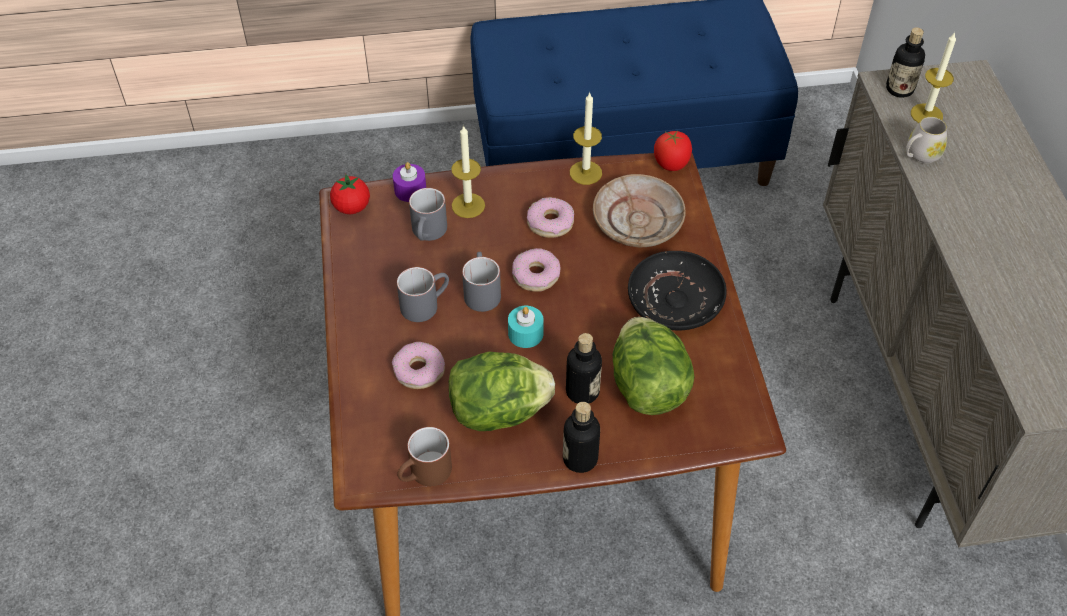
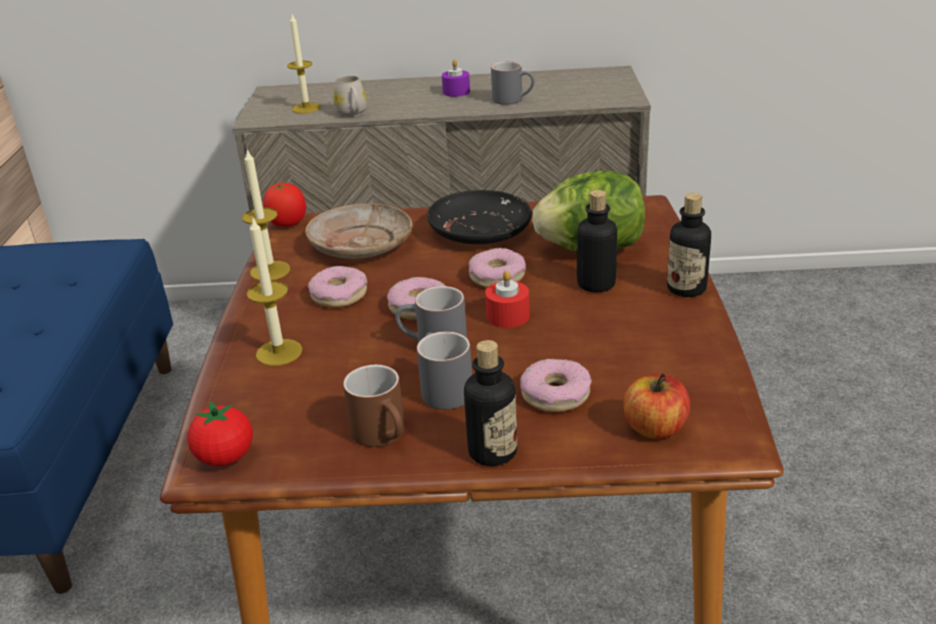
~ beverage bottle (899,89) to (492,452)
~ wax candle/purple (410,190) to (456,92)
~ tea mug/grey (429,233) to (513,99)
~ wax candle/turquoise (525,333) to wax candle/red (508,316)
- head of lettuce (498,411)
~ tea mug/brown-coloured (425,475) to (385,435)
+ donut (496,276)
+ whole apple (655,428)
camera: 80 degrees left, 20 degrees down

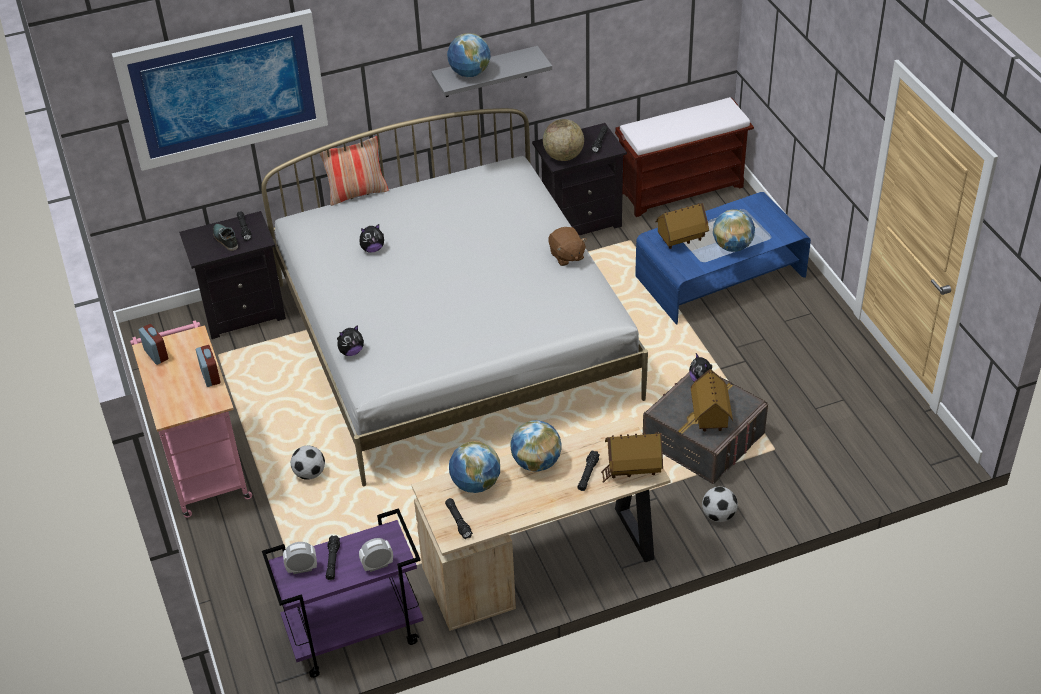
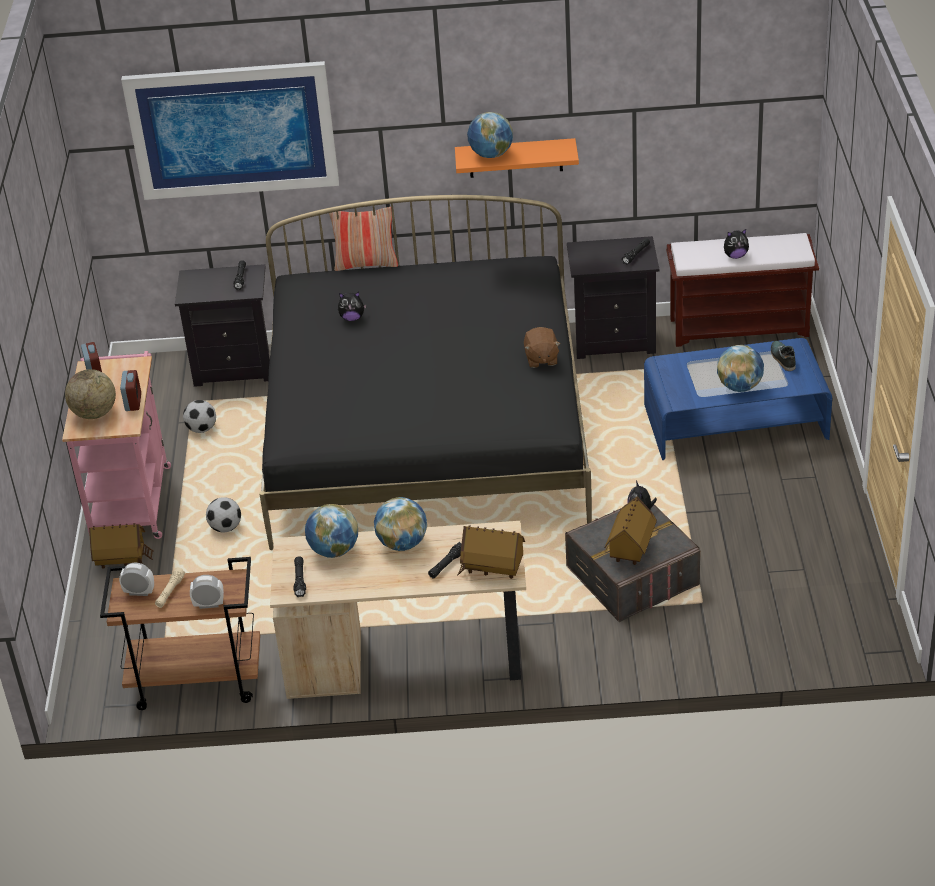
~ shelf/grey (485,72) to shelf/orangey (515,158)
~ bed/white-coloured (454,340) to bed/black (427,432)
~ world globe (563,156) to (94,413)
~ miniature house (681,240) to (123,561)
~ low shoe (225,239) to (782,358)
~ soft toy (351,351) to (735,256)
~ ball for football (718,515) to (201,429)
~ cart/purple (354,636) to cart/brown-coloured (195,682)
~ flashlight/black (332,561) to flashlight/beige-coloured (170,592)
camera: 20 degrees right, 5 degrees down

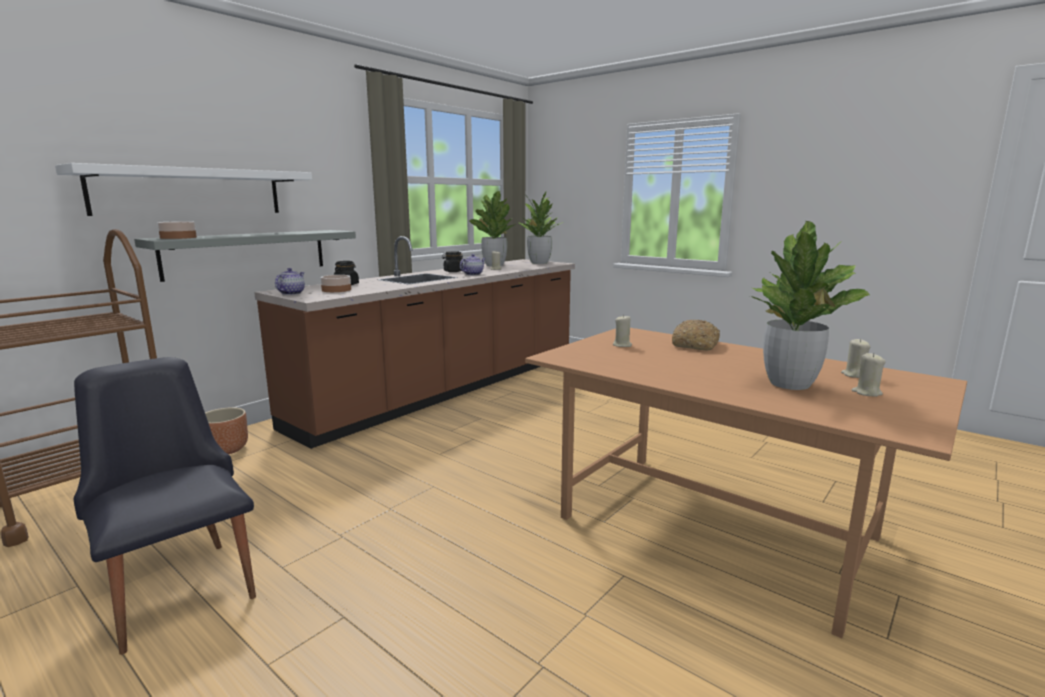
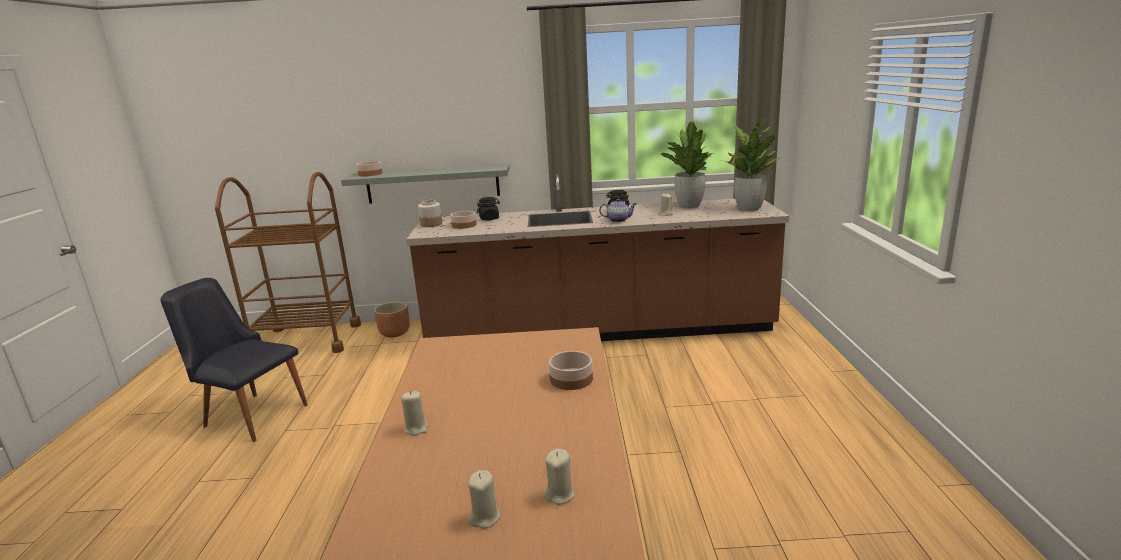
- shelf/white-coloured (190,192)
- houseplant (790,384)
~ tea pot (291,293) to preserve jar (431,224)
~ wax candle/beige-coloured (622,345) to (416,428)
~ baked bread (695,345) to serving bowl (570,379)
~ chair/black (179,583) = (249,414) 75 degrees counterclockwise
camera: 50 degrees right, 5 degrees up

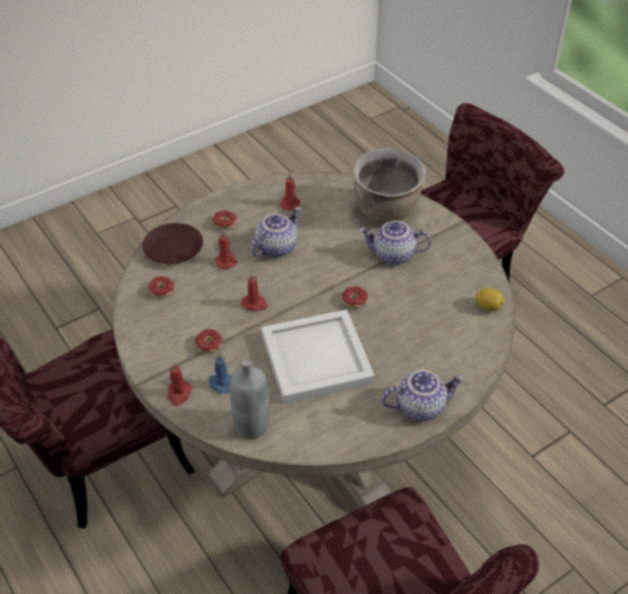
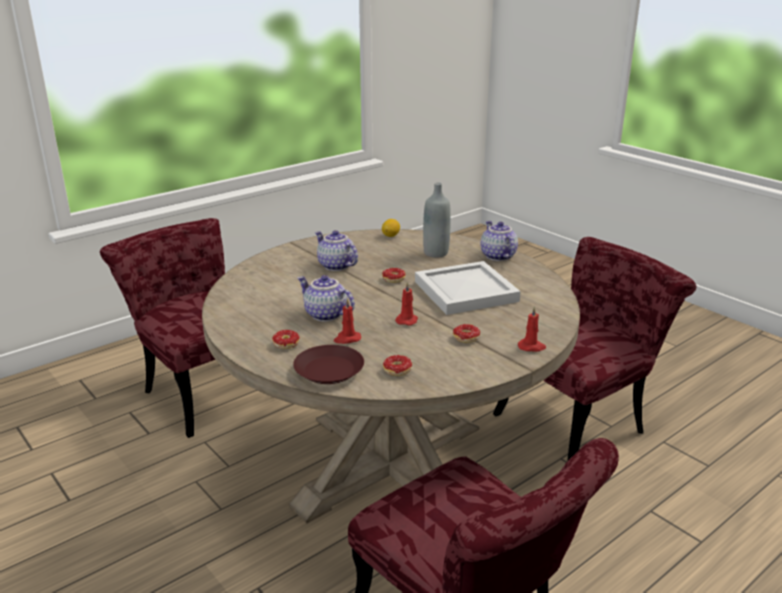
- cooking pot/brown-coloured (386,211)
- wax candle/red (290,203)
~ tea pot (393,256) = (335,266) 135 degrees clockwise
- wax candle/bluish (221,383)
~ beverage bottle/grey (252,426) to (436,253)
camera: 95 degrees left, 20 degrees down

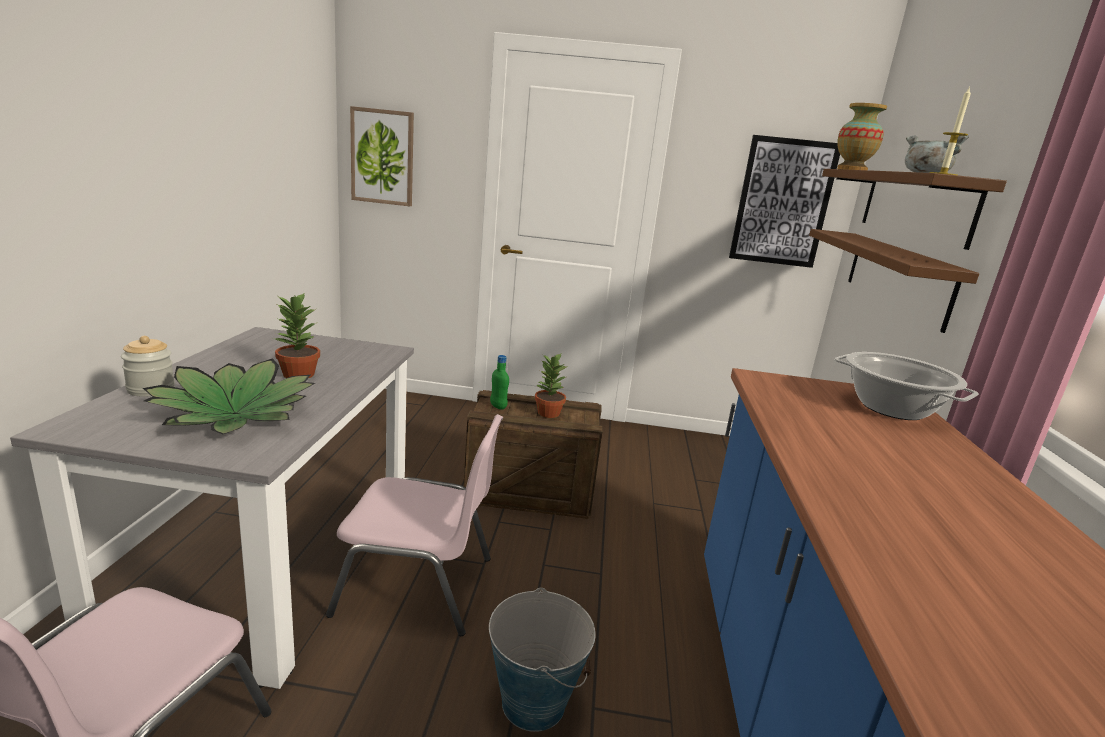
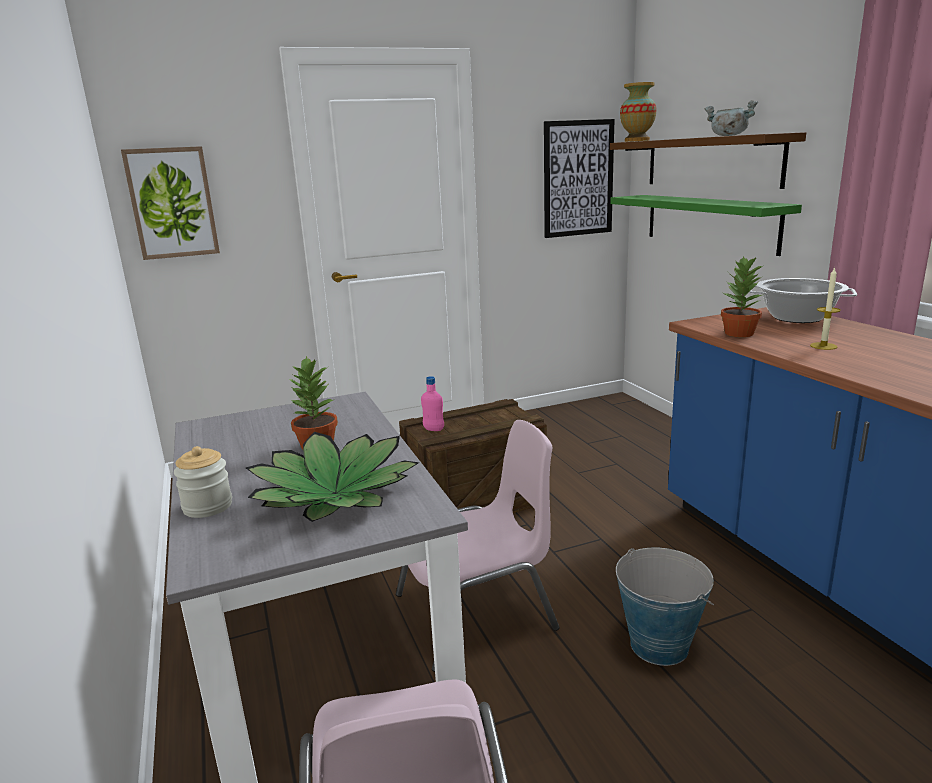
~ wax candle (943,174) to (823,346)
~ shelf/brown-coloured (896,276) to shelf/green-coloured (709,222)
~ houseplant (548,413) to (738,334)
~ beverage bottle/green-coloured (498,406) to beverage bottle/pink-coloured (433,429)
camera: 25 degrees left, 0 degrees up

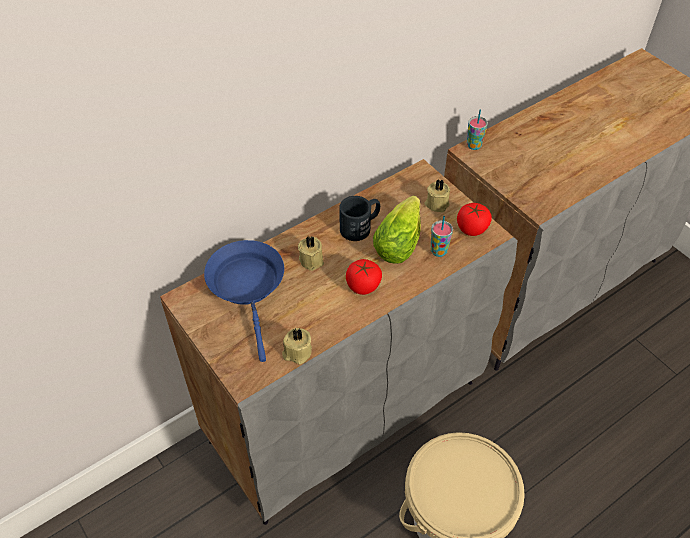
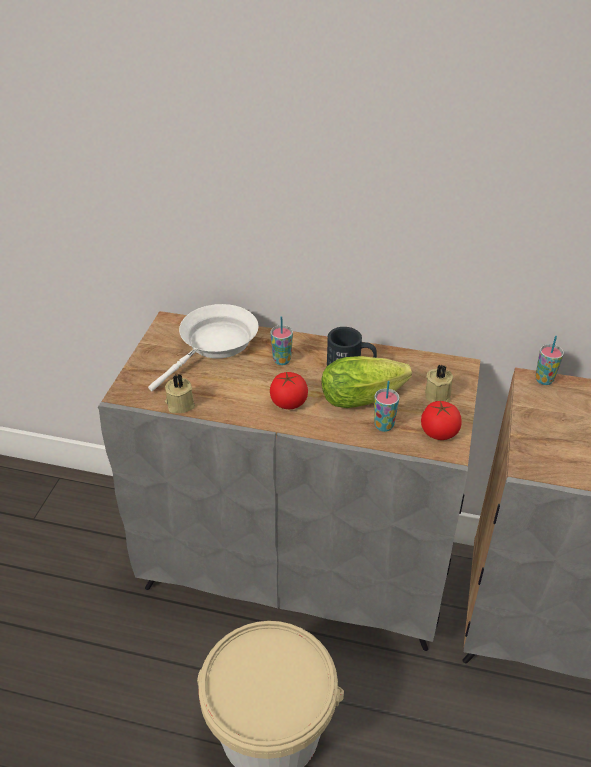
~ wax candle/beige-coloured (312,259) to small cup (282,360)
~ pan/bluish (248,287) to pan/white-coloured (215,345)
camera: 50 degrees right, 10 degrees down

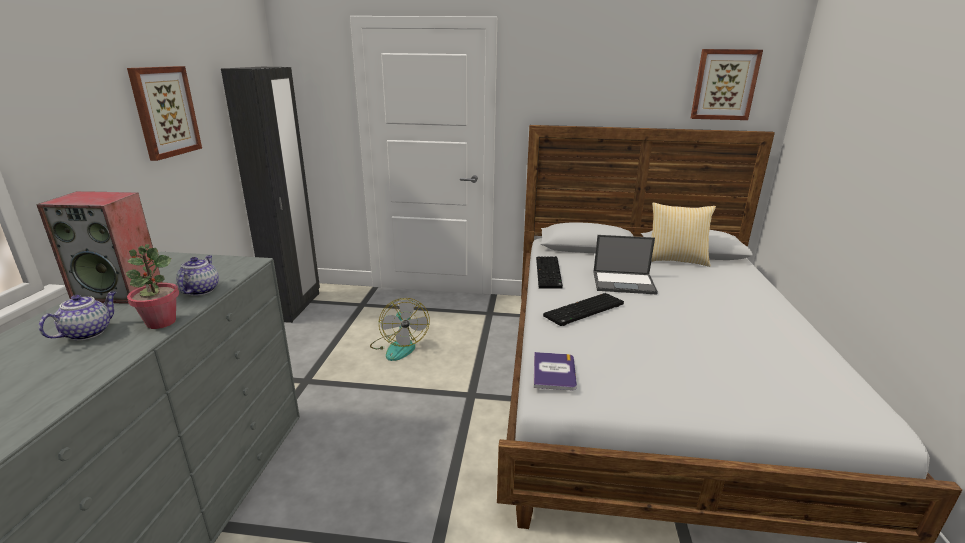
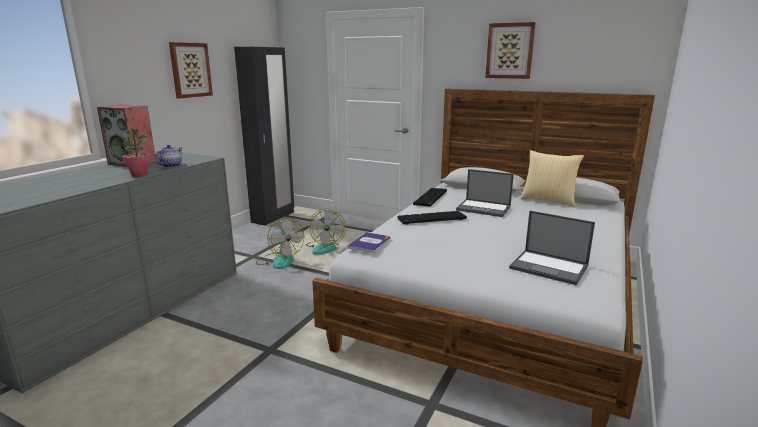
~ wall picture (724,85) to (510,51)
- tea pot (88,332)
+ notebook computer (550,267)
+ fan (280,260)
camera: 20 degrees right, 5 degrees down

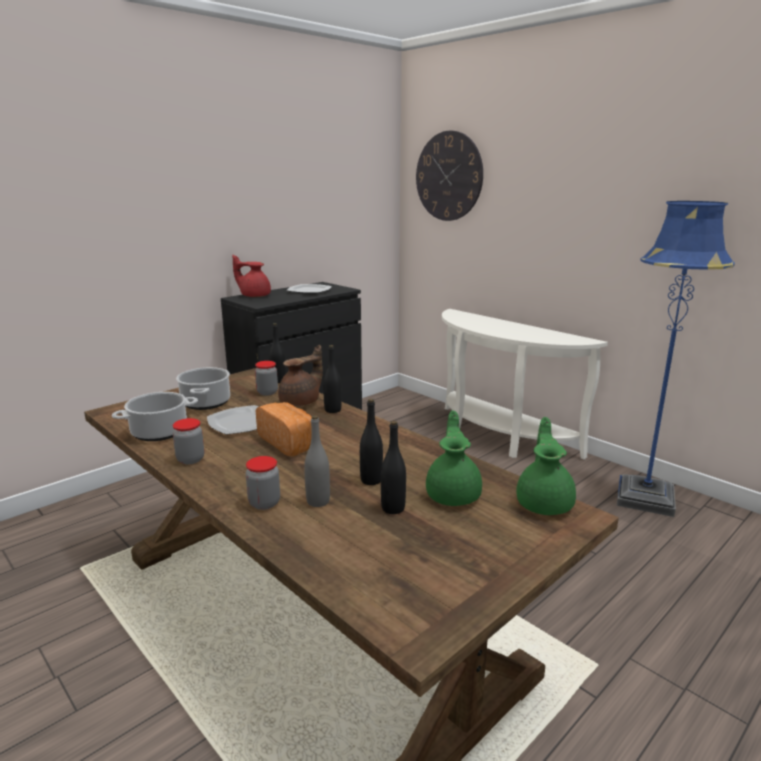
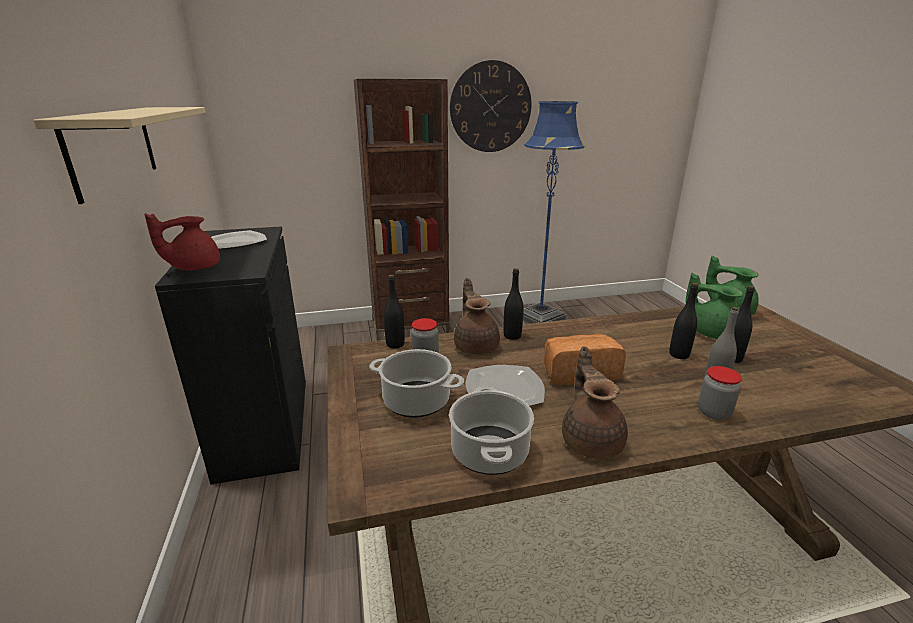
~ hanging clock (448,176) to (490,107)
~ console table/white-coloured (497,437) to bookcase/brown-coloured (410,328)
~ preserve jar (190,459) to tea pot/brown-coloured (591,440)
+ shelf/beige-coloured (113,148)
camera: 60 degrees left, 5 degrees up

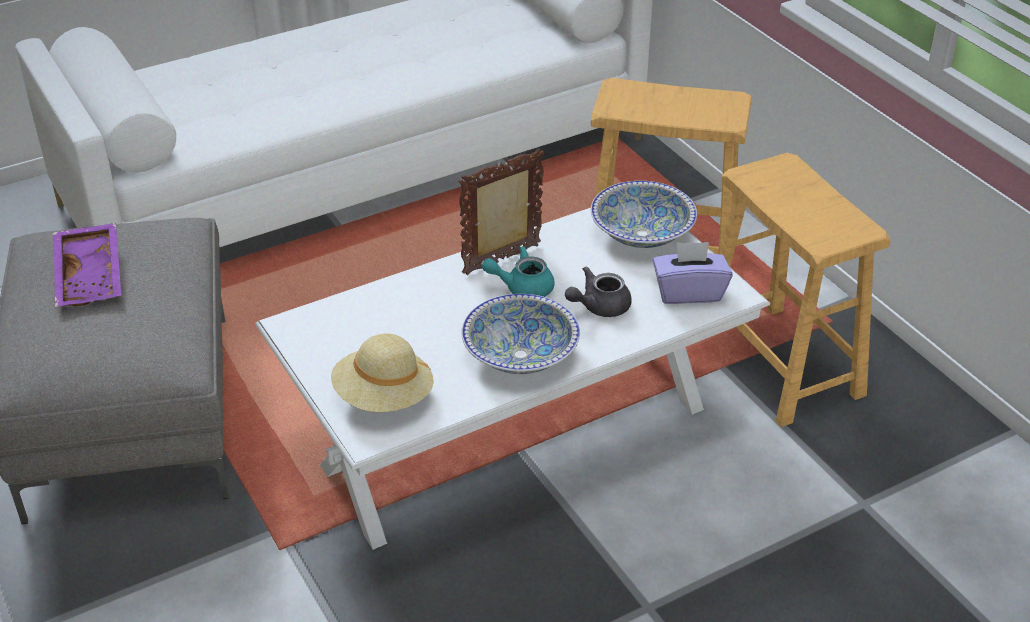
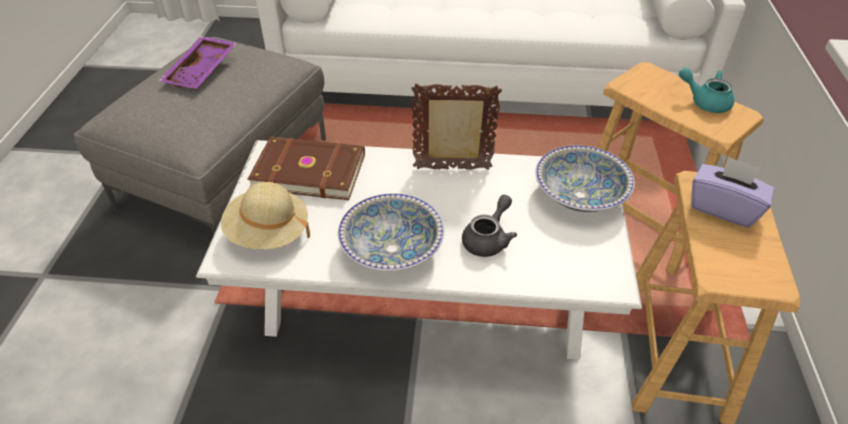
~ box of tissues/purple (689,292) to (723,208)
~ tea pot/turquoise (522,287) to (705,101)
~ tea pot/grey (599,306) = (488,239) 120 degrees clockwise
+ book/brown-coloured (309,170)
camera: 35 degrees right, 5 degrees up

